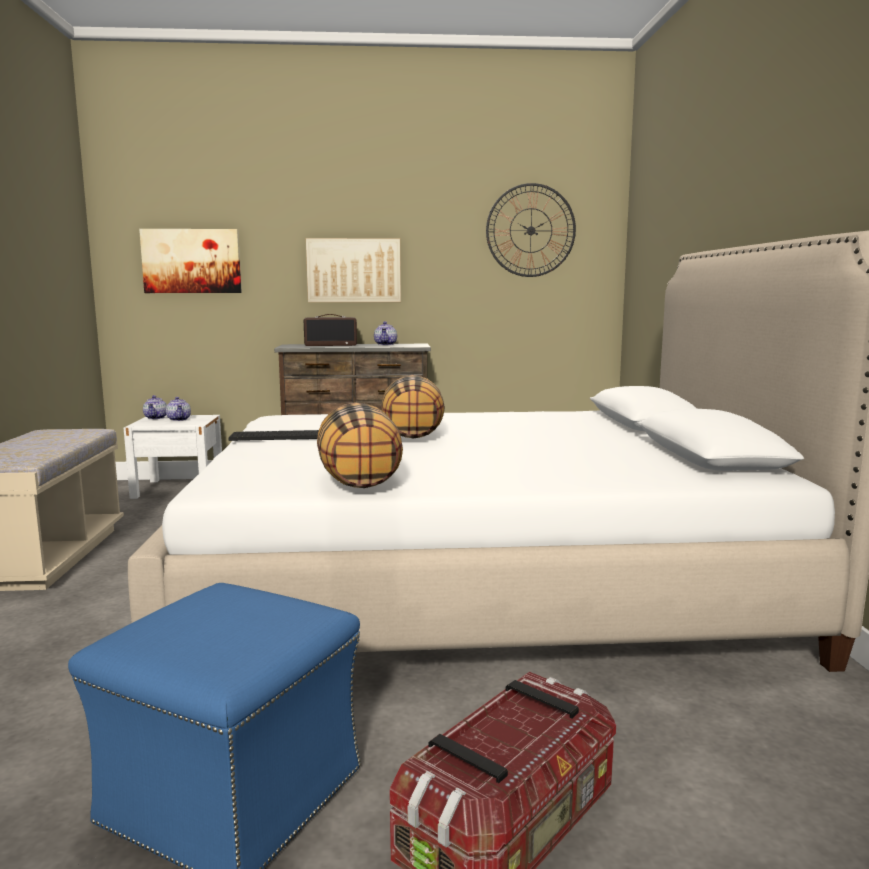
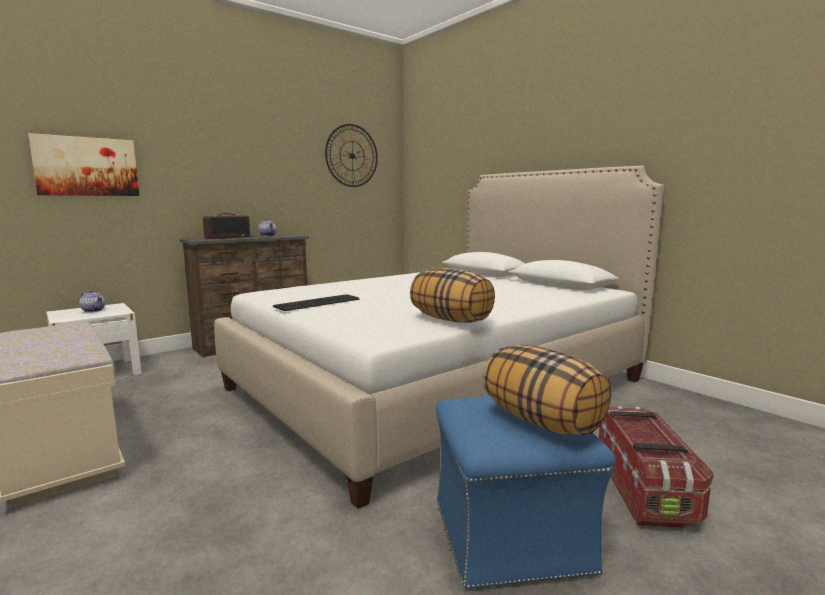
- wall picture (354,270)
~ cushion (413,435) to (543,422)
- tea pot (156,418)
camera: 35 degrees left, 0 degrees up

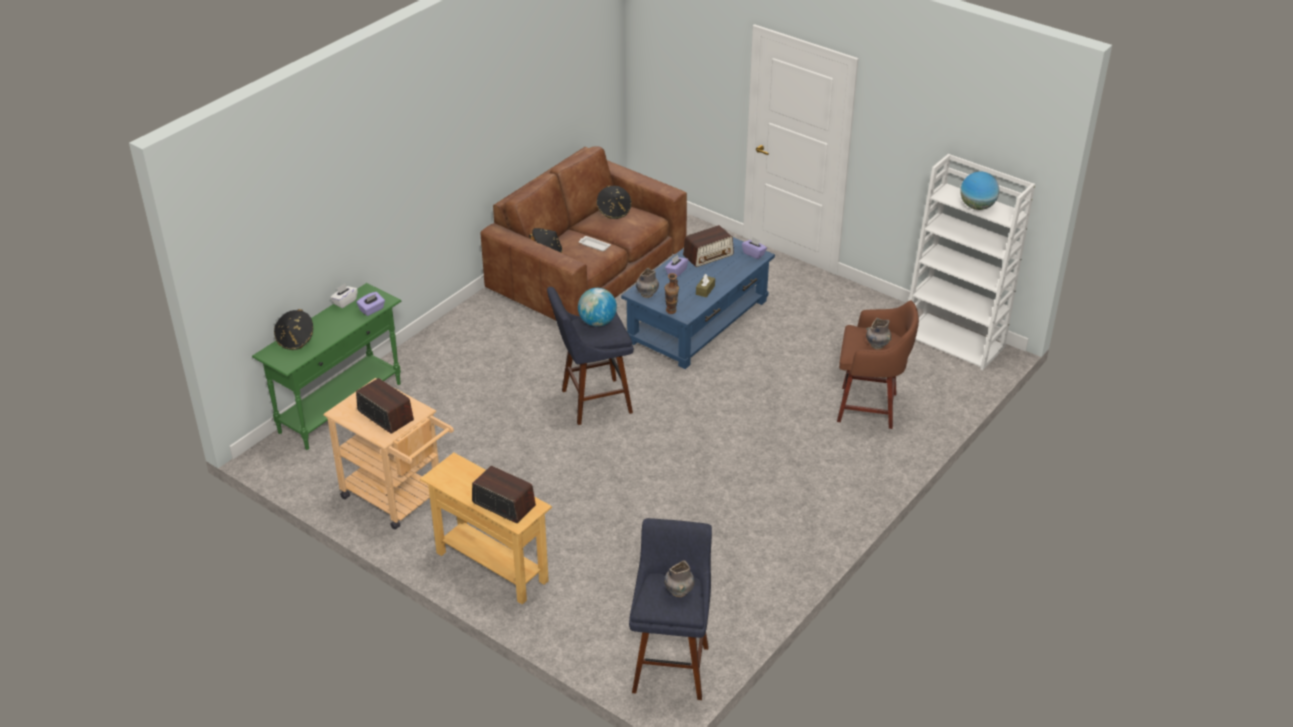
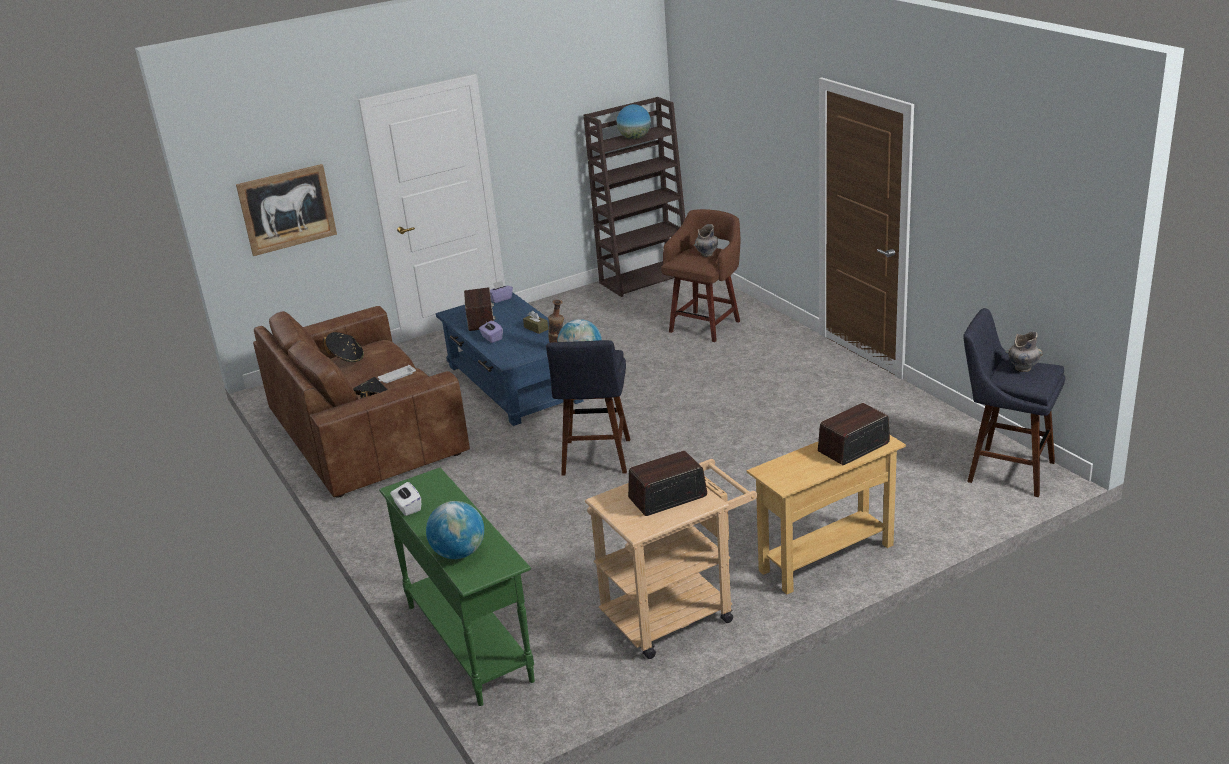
~ bookcase/white-coloured (954,341) to bookcase/brown-coloured (645,278)
- vase/grey (647,294)
- box of tissues/purple (372,310)
~ wearable hat/black (296,340) to world globe (459,553)
+ wall picture (287,209)
camera: 65 degrees left, 10 degrees down

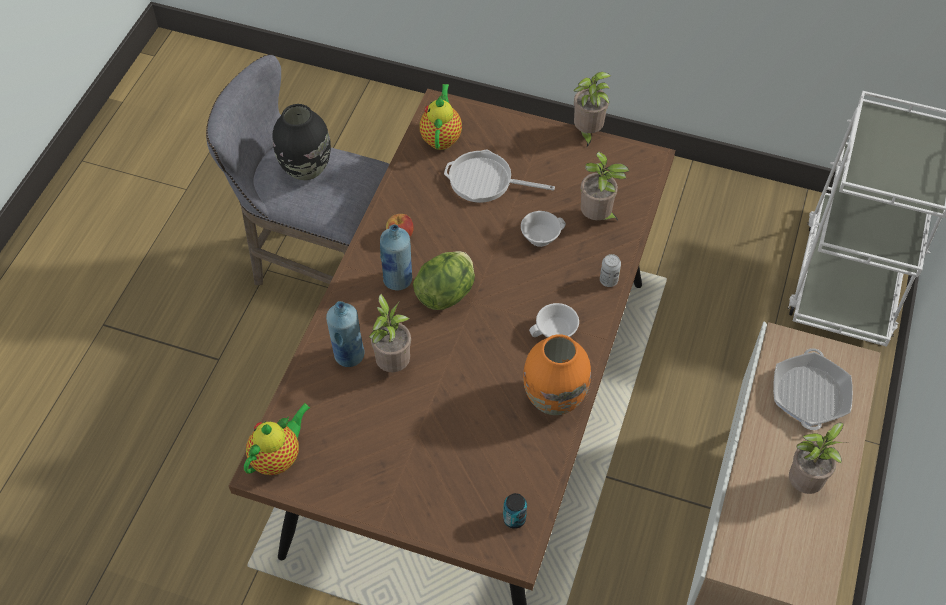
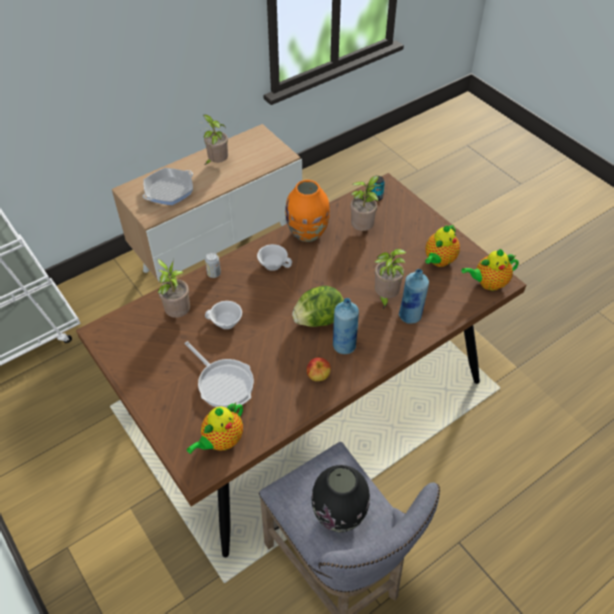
~ houseplant (587,133) to (363,229)
+ tea pot (438,261)
camera: 145 degrees left, 5 degrees down

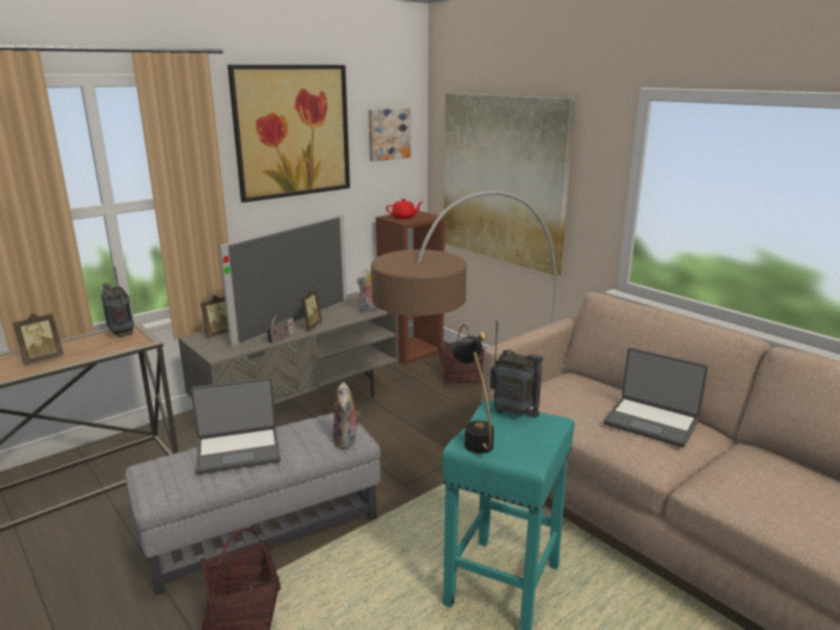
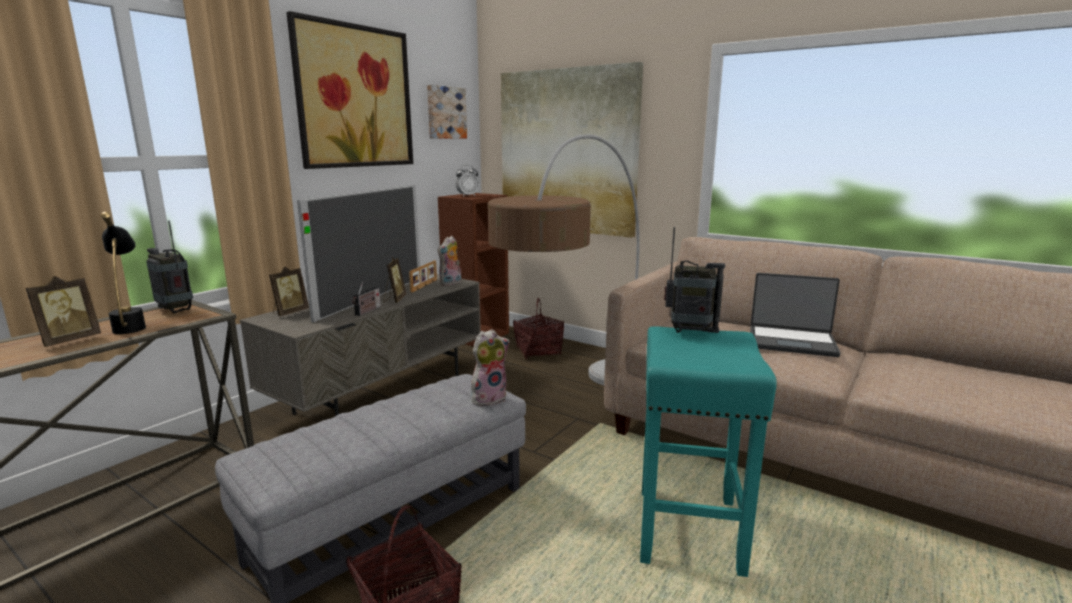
~ tea pot/red (404,217) to table clock (467,196)
~ lamp for a table/black (474,438) to (131,325)
- notebook computer (238,450)
~ soft toy (347,441) = (489,398) 105 degrees counterclockwise
+ photo frame (425,286)
camera: 15 degrees left, 5 degrees down

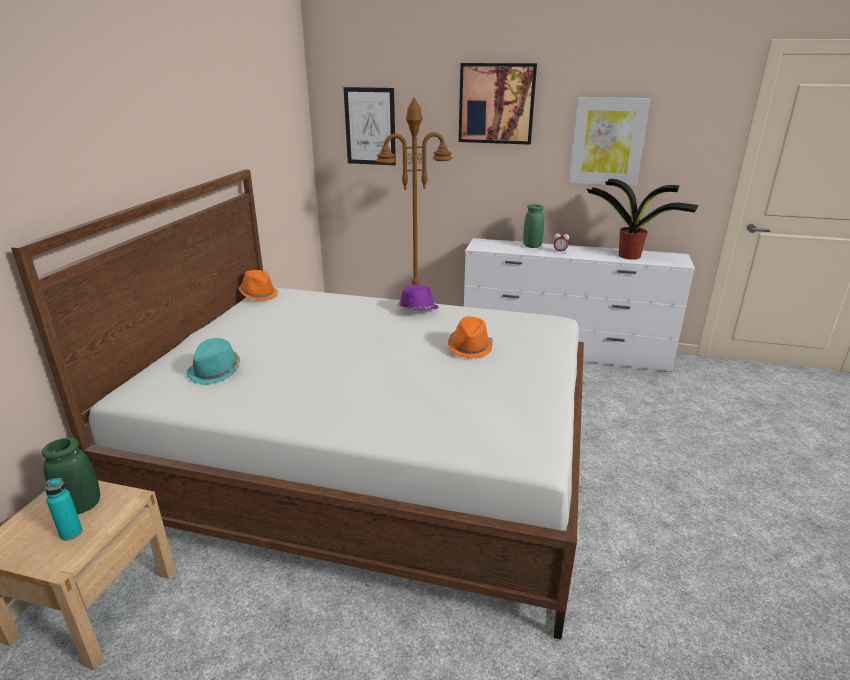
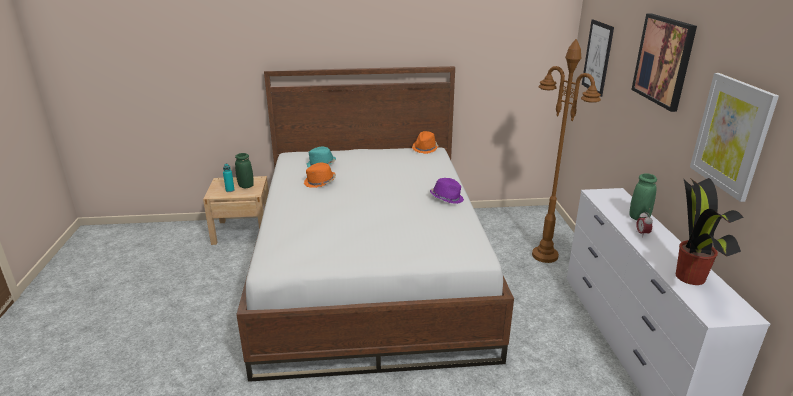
~ wearable hat/orangey (470,347) to (320,182)
camera: 70 degrees right, 0 degrees up

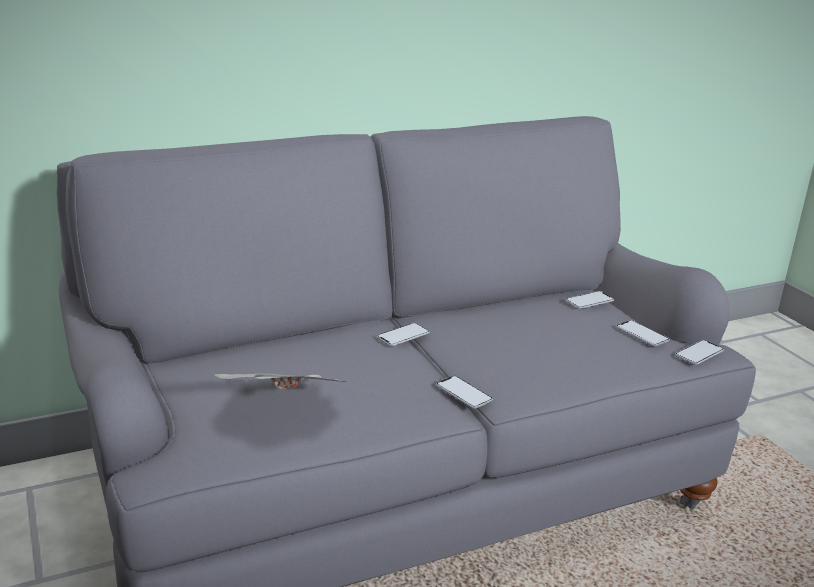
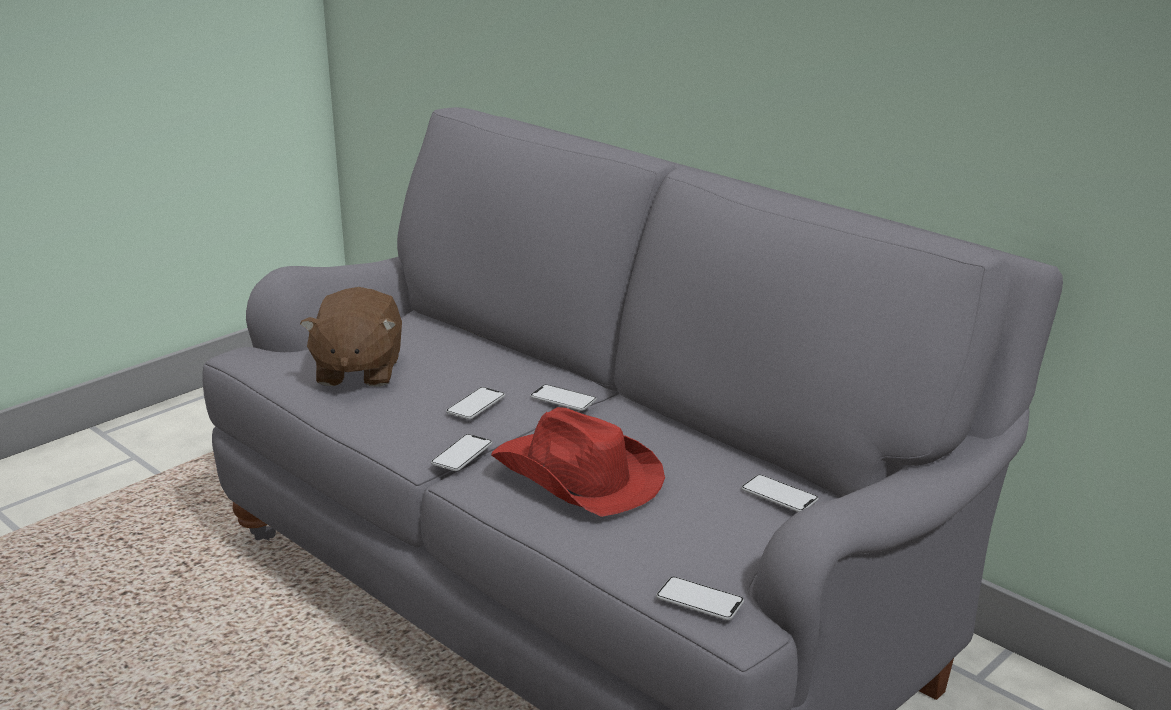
~ telephone (642,334) to (476,404)
~ daily paper (284,407) to soft toy/brown-coloured (357,371)
+ wearable hat/red (577,477)
camera: 70 degrees right, 0 degrees up

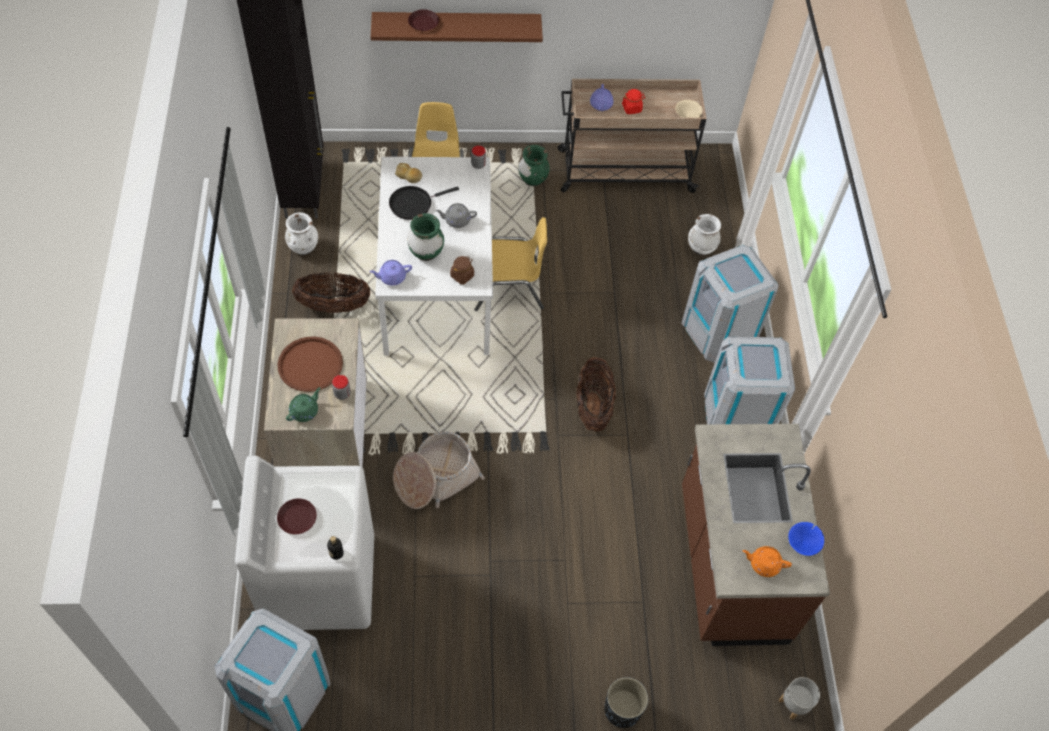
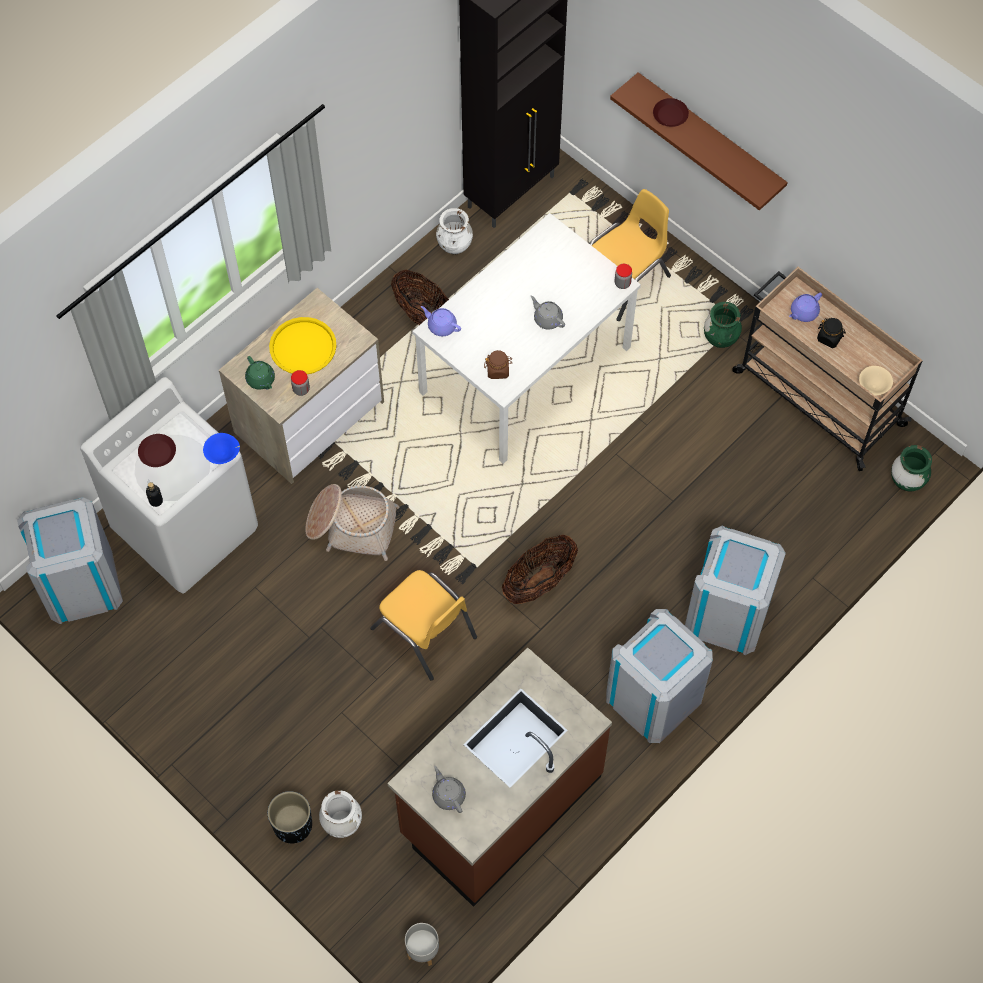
~ preserve jar/red (632,108) to preserve jar/black (829,338)
- baked bread (409,176)
- pan/black (413,204)
~ vase/green-coloured (426,253) to (906,481)
~ vase/white-coloured (701,248) to (342,823)
~ chair/yellowish (509,288) to (424,633)
~ carrying tray/brown-coloured (310,365) to carrying tray/yellowish (302,347)
~ tea pot/green-coloured (305,411) = (261,380) 60 degrees clockwise
~ serving bowl/bluish (803,543) to (223,454)
~ tea pot/orangey (763,564) to tea pot/grey (448,795)
camera: 50 degrees right, 5 degrees up

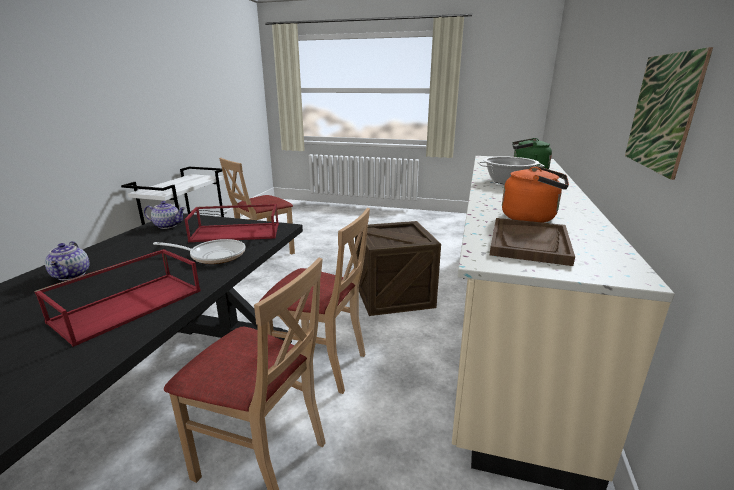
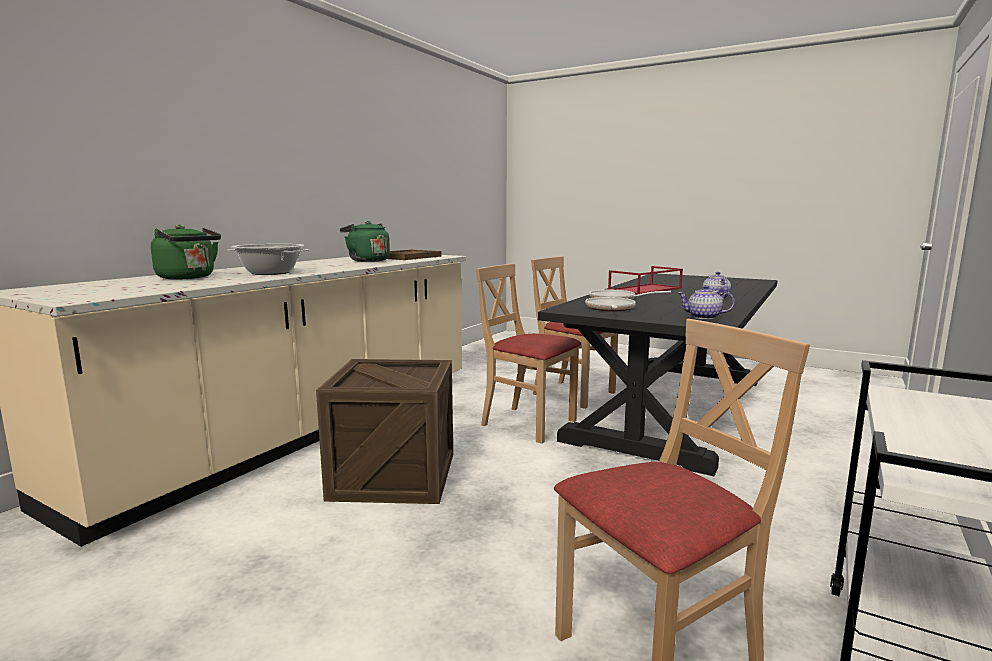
- wall picture (661,112)
~ tea kettle/orangey (532,218) to tea kettle/green-coloured (367,260)
~ carrying tray/red (237,232) to pan (609,309)
camera: 165 degrees left, 10 degrees down

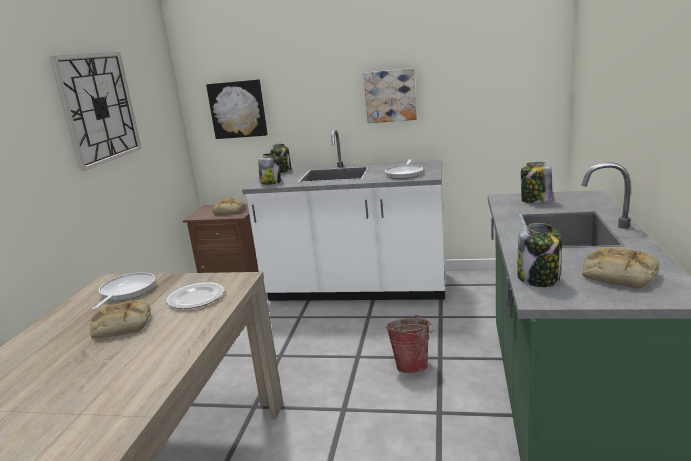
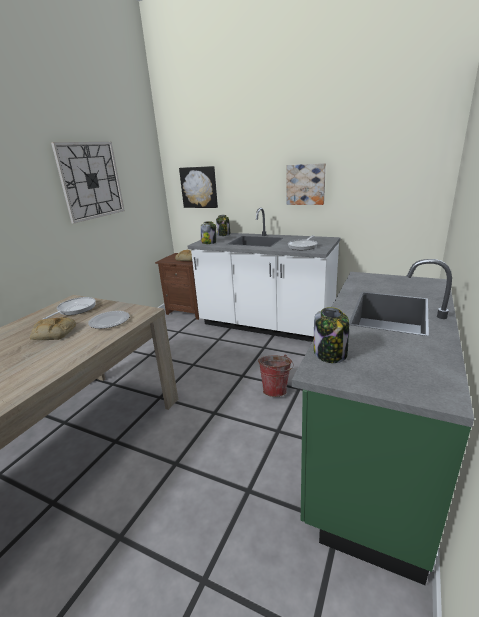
- preserve jar (535,201)
- baked bread (617,275)
camera: 15 degrees right, 5 degrees up

